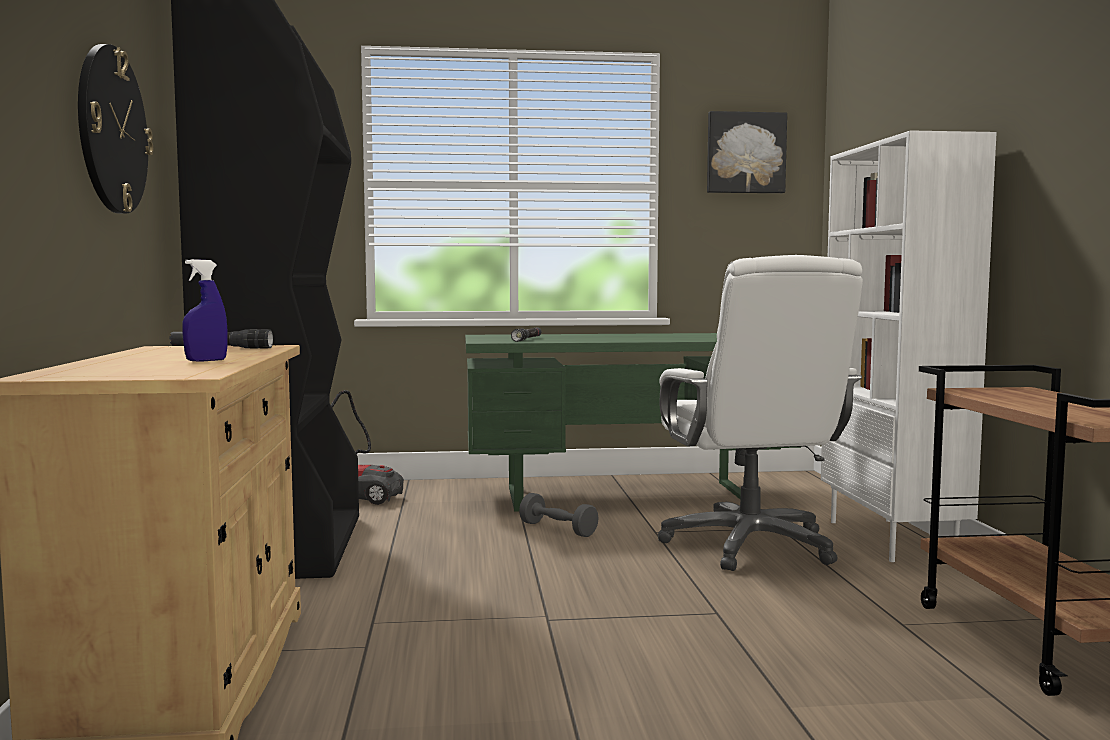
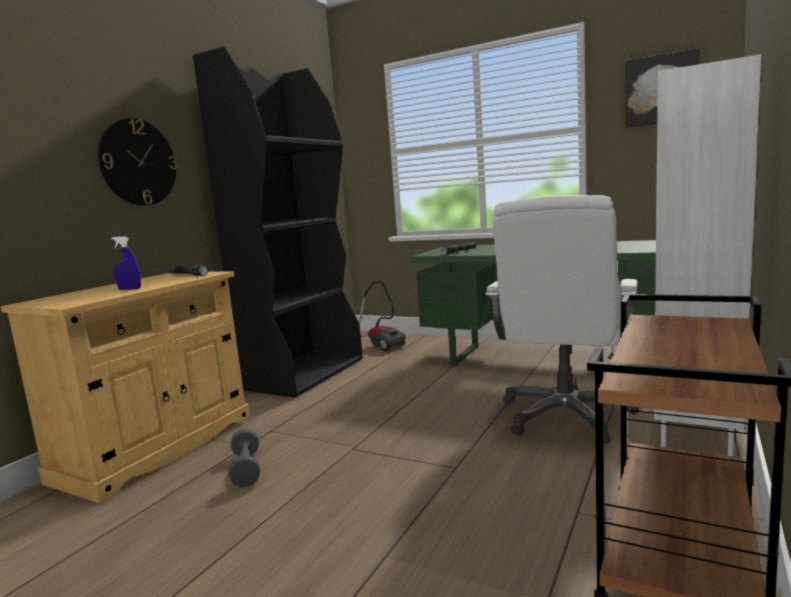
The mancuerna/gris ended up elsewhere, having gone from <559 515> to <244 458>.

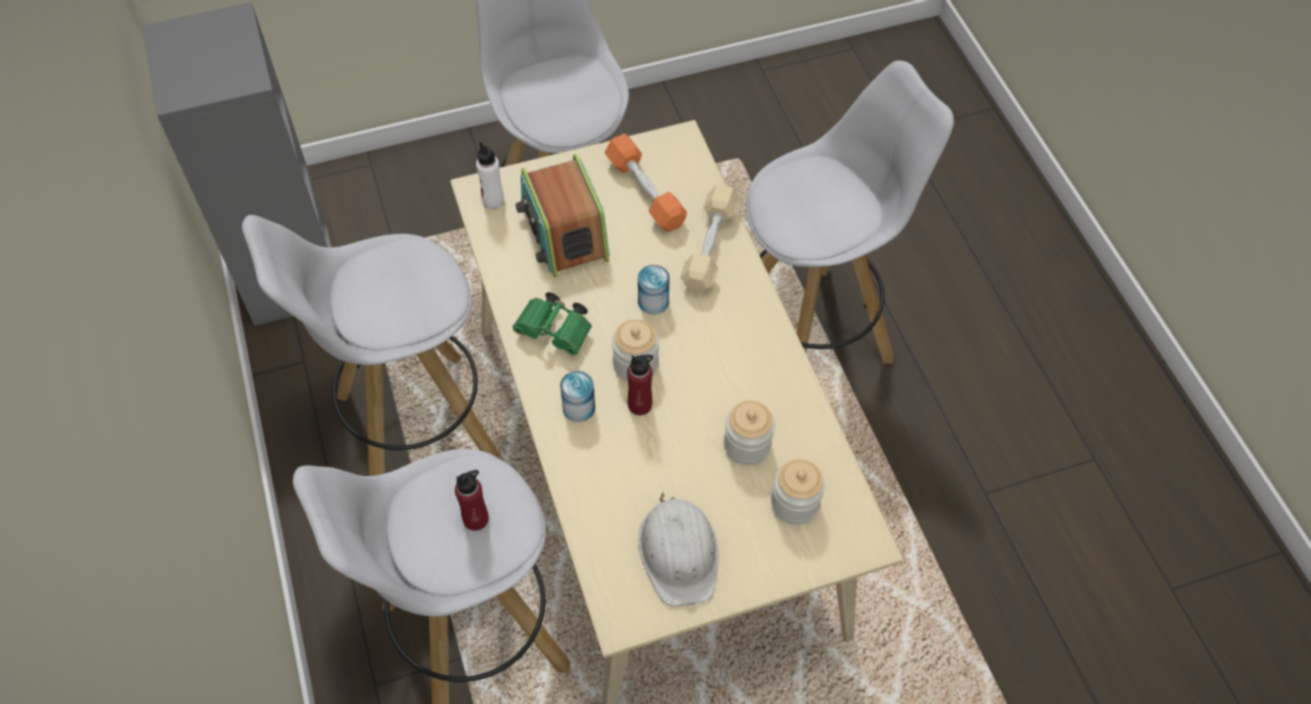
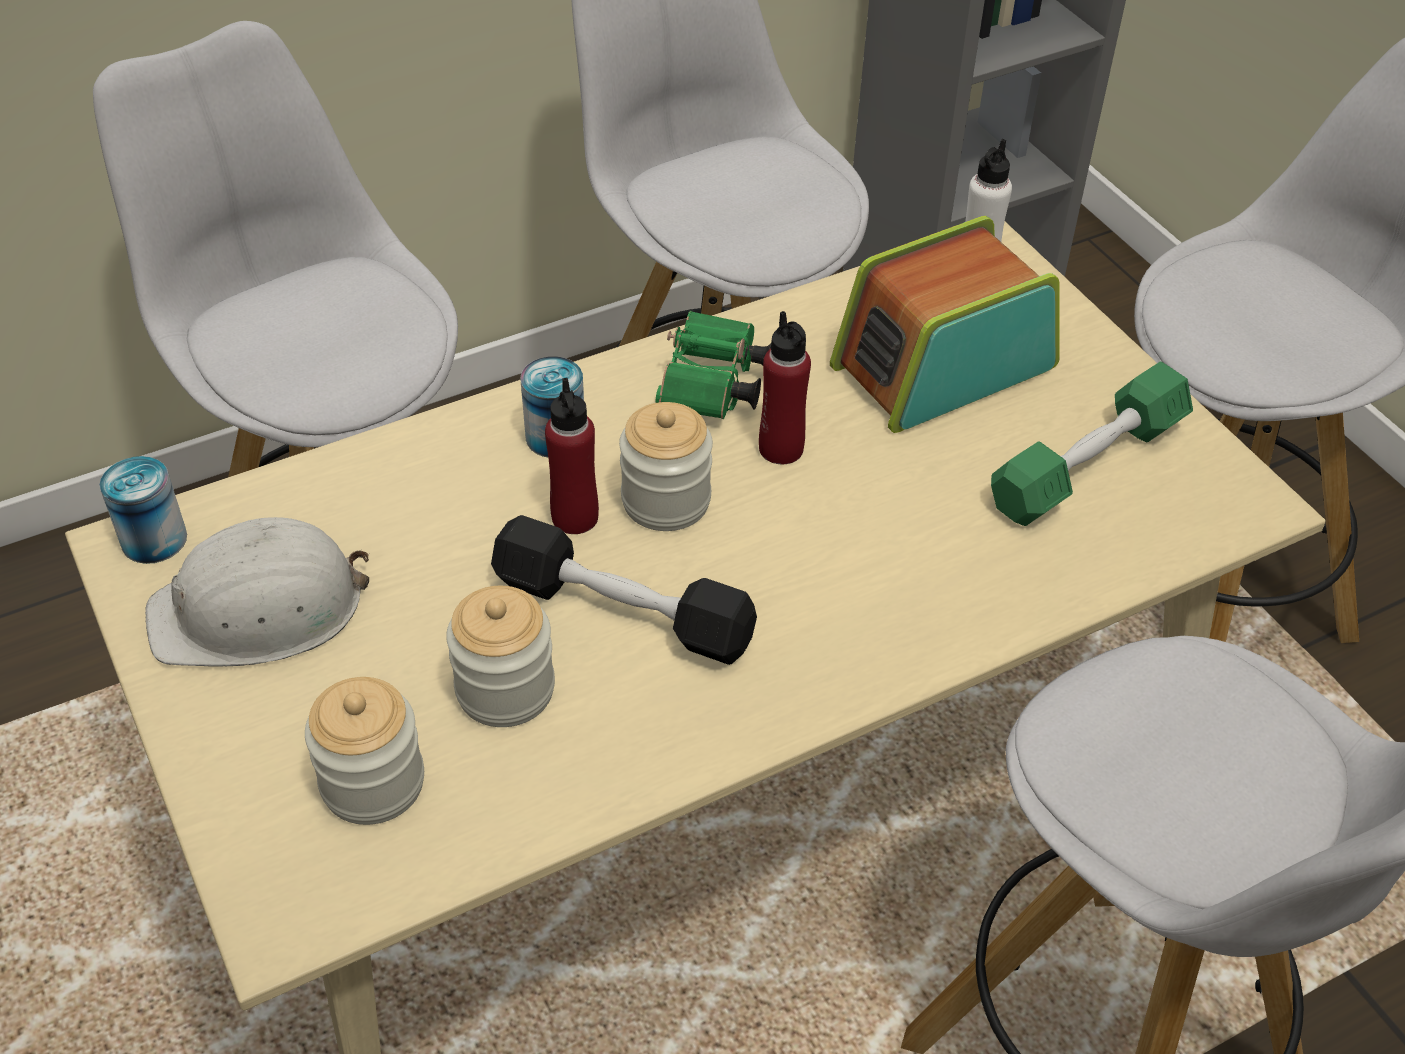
The botella/rojo ended up elsewhere, having gone from <472 500> to <785 387>. What was the mancuerna/naranja at <646 182> turned into the mancuerna/verde at <1092 443>. The lata ended up elsewhere, having gone from <654 290> to <143 510>. The second view lost the mancuerna/beis at <710 239>. The second view gained the mancuerna/negro at <624 590>.

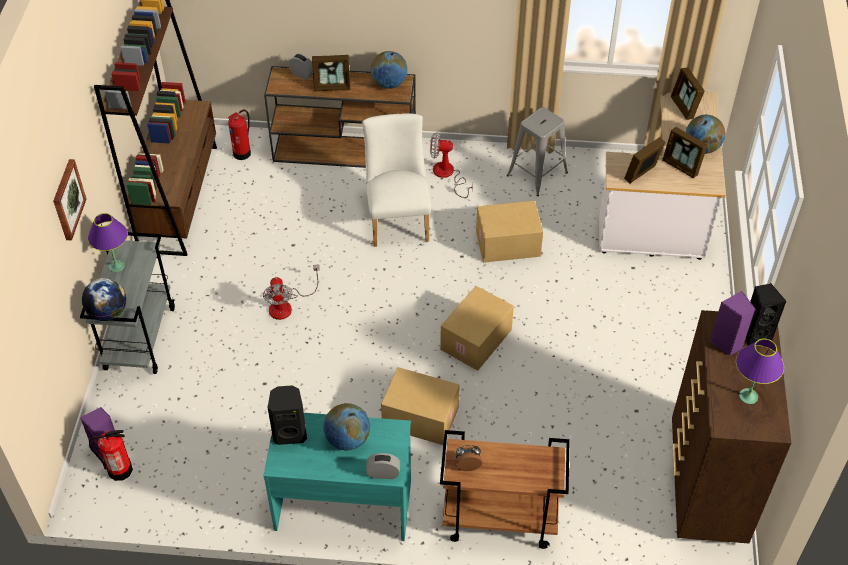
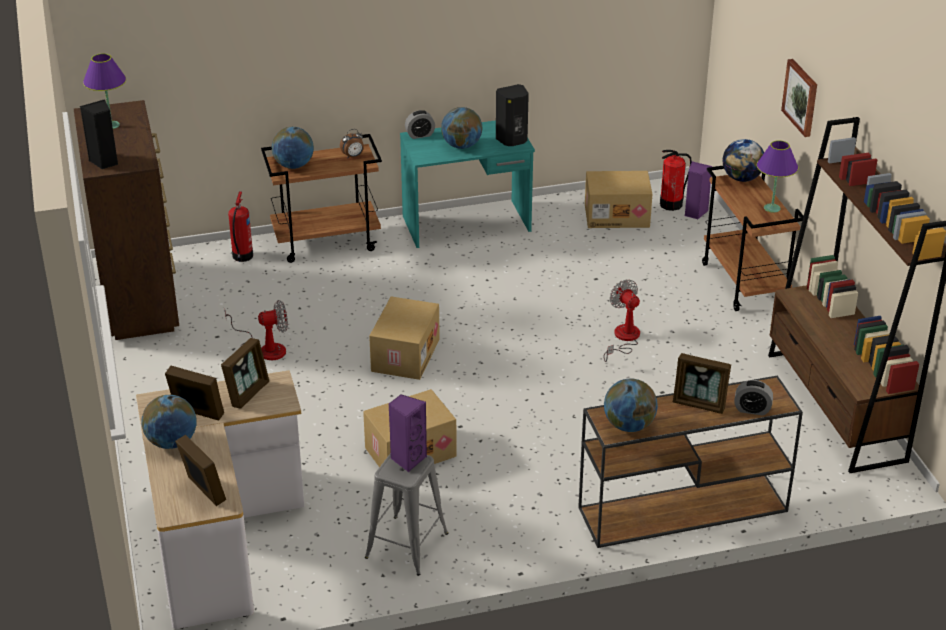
What was the carrito/gris at <127 303> turned into the carrito/marrón at <752 238>. The extintor ended up elsewhere, having gone from <239 134> to <240 226>. The portarretratos at <331 73> ended up facing another way, 135 degrees counterclockwise from before. The second view lost the silla/blanco at <396 180>. The caja de cartón ended up elsewhere, having gone from <420 406> to <618 199>. The ventilador ended up elsewhere, having gone from <451 165> to <256 330>. The altavoz/morado ended up elsewhere, having gone from <733 323> to <408 433>. The second view gained the globo terráqueo at <293 148>.

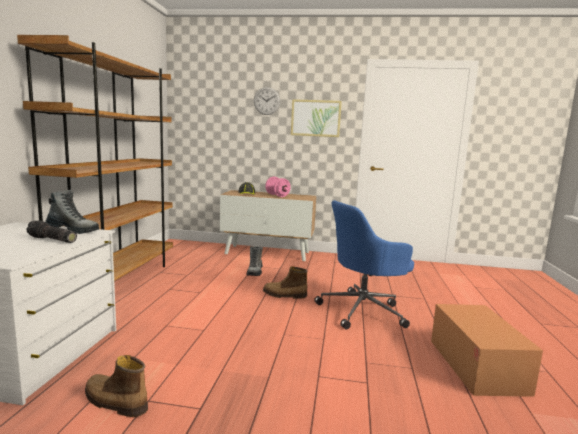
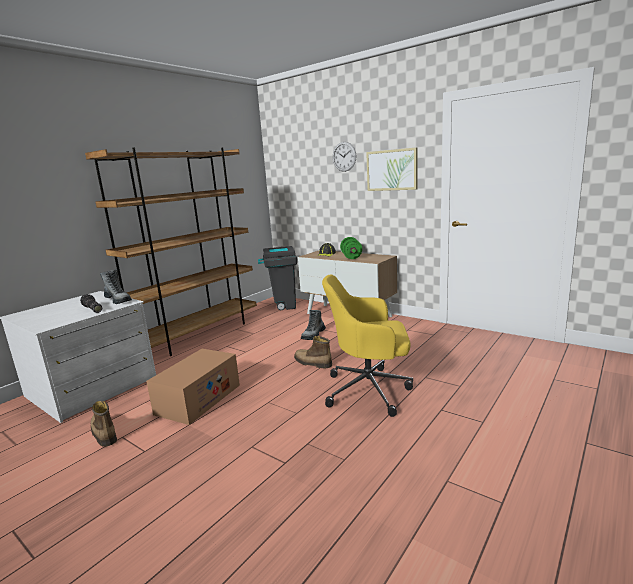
What was the mancuerna/rosa at <278 187> turned into the mancuerna/verde at <351 248>. What was the silla de oficina/azul at <364 265> turned into the silla de oficina/amarillo at <367 345>. The caja de cartón ended up elsewhere, having gone from <487 350> to <193 387>. The second view gained the papelera/gris at <277 278>.

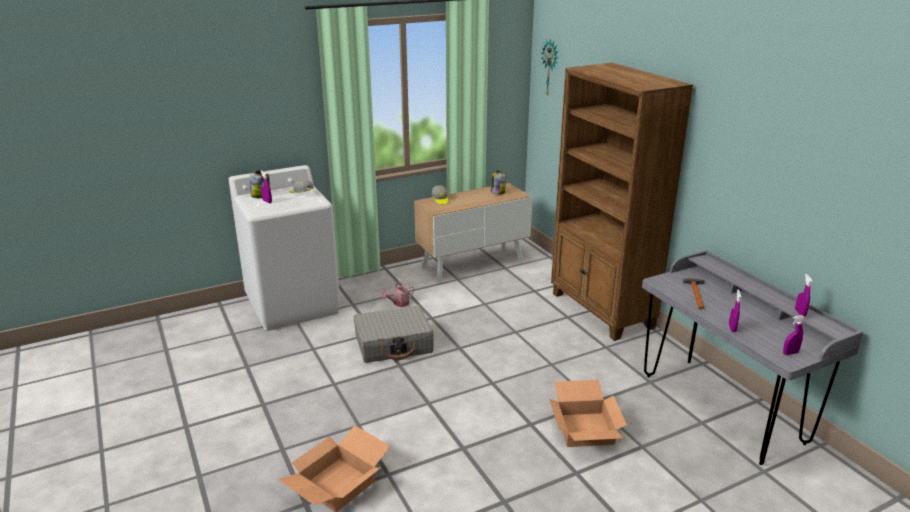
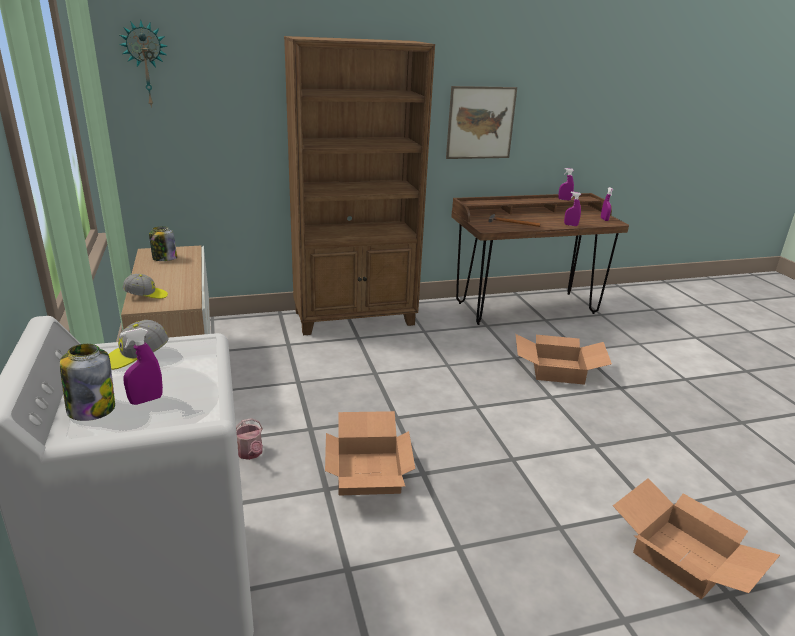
Where the maleta/gris stood at <394 334>, the caja de cartón came to stand at <370 453>. What was the escritorio/gris at <752 357> turned into the escritorio/marrón at <540 259>. The second view gained the cuadro at <481 122>.

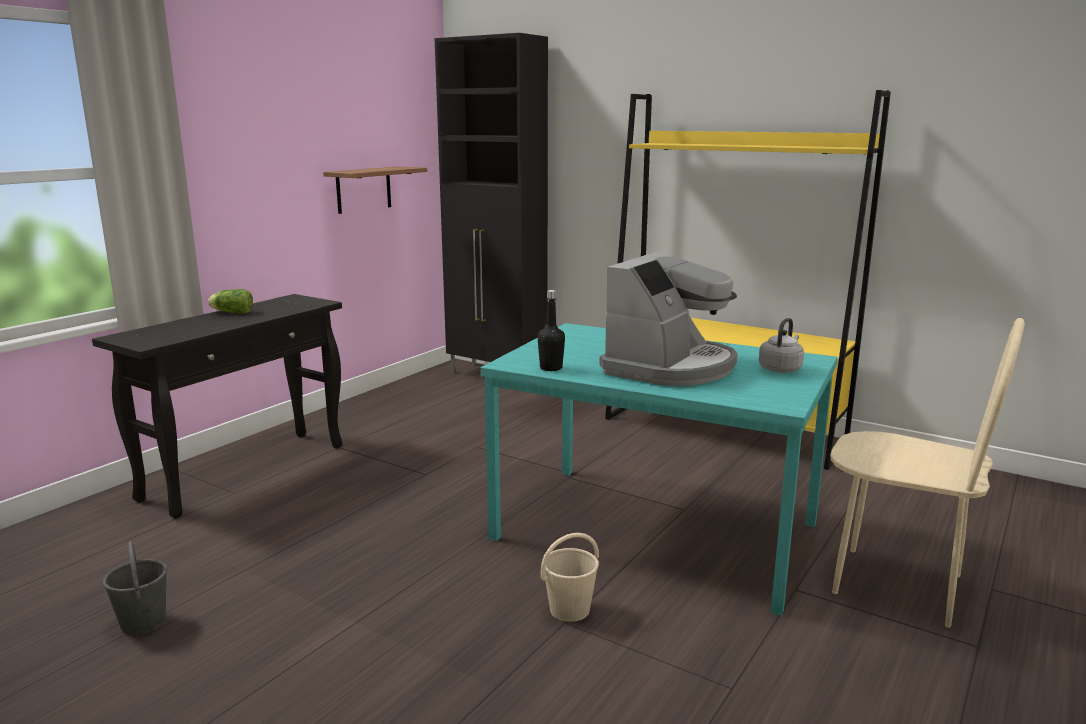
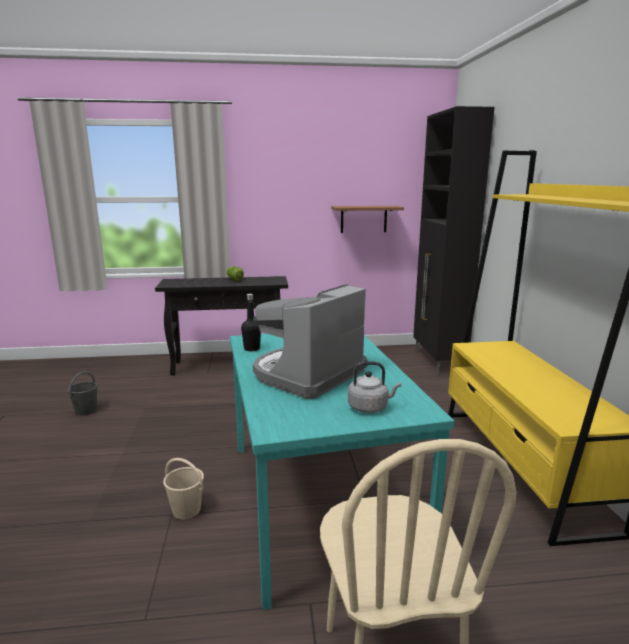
The cafetera at <668 319> ended up facing another way, 135 degrees clockwise from before.

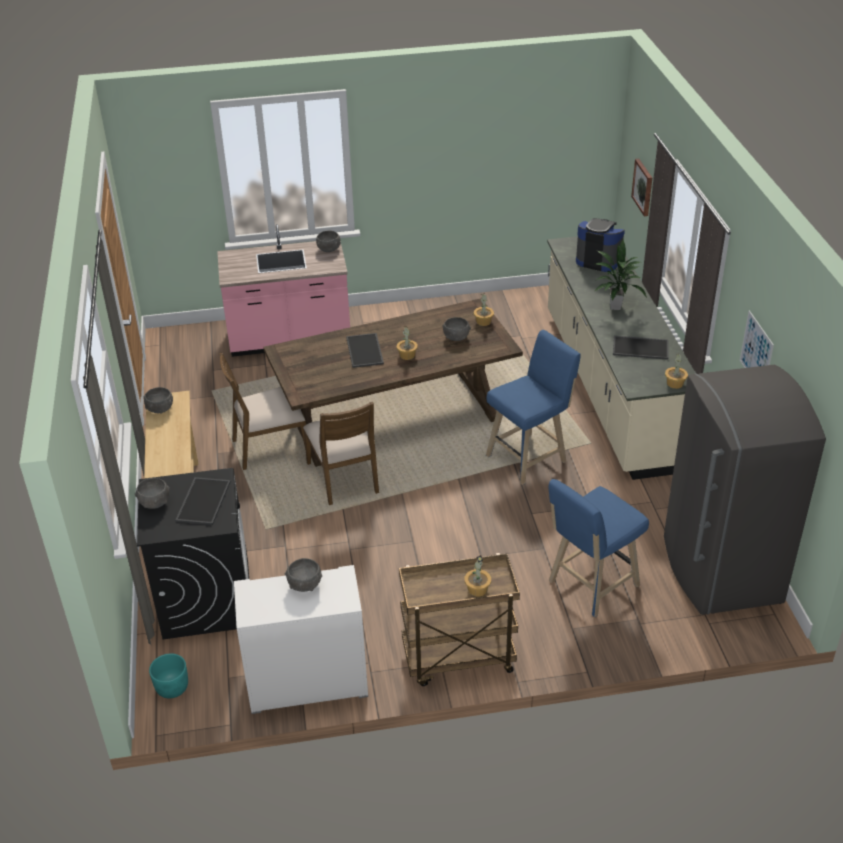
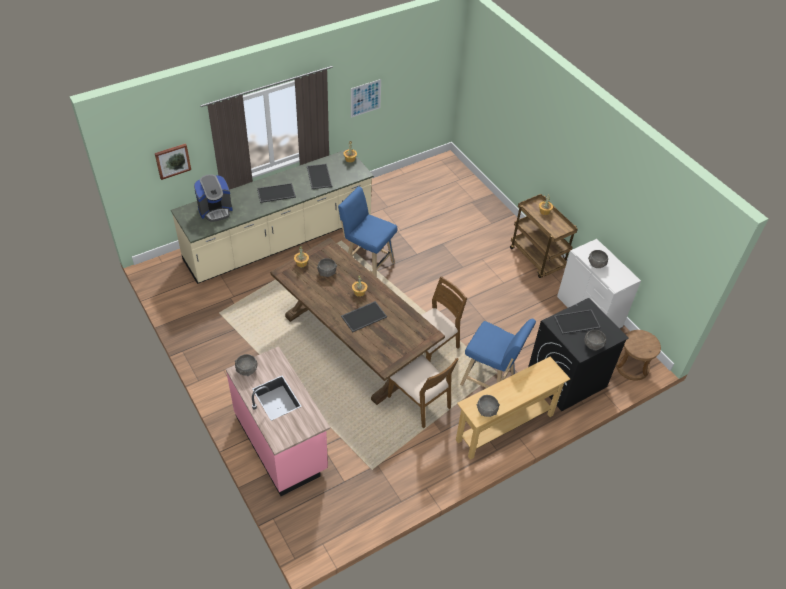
Where the maceta/turquesa stood at <168 676>, the taburete/marrón came to stand at <638 355>. The taburete/azul ended up elsewhere, having gone from <599 548> to <498 353>. The cafetera at <600 245> ended up facing another way, 120 degrees counterclockwise from before. Where the planta en maceta stood at <621 274>, the bandeja came to stand at <276 193>. The second view lost the nevera/gris at <745 490>.

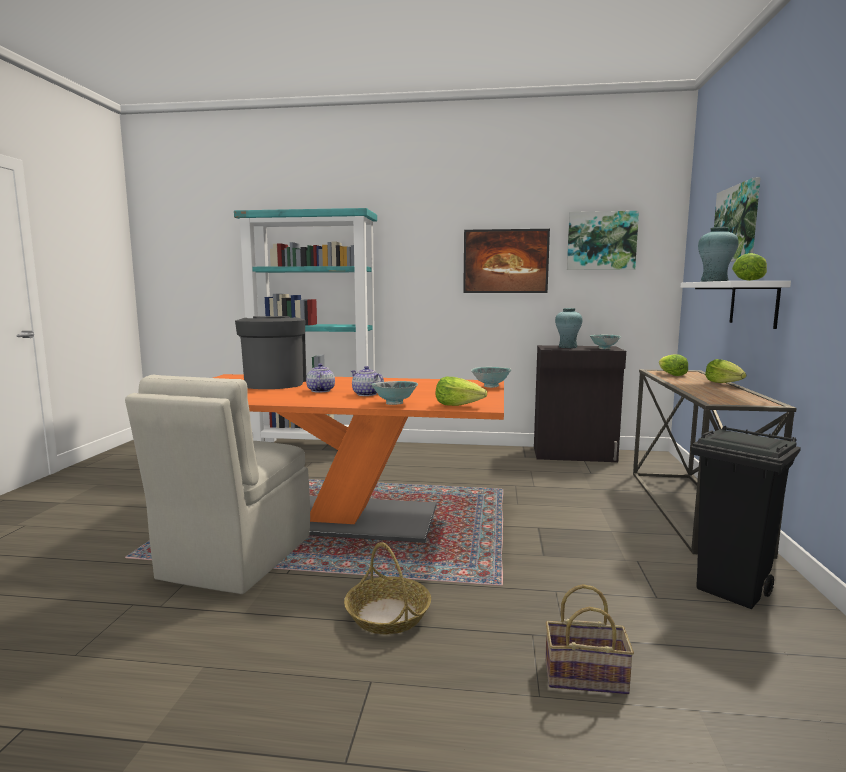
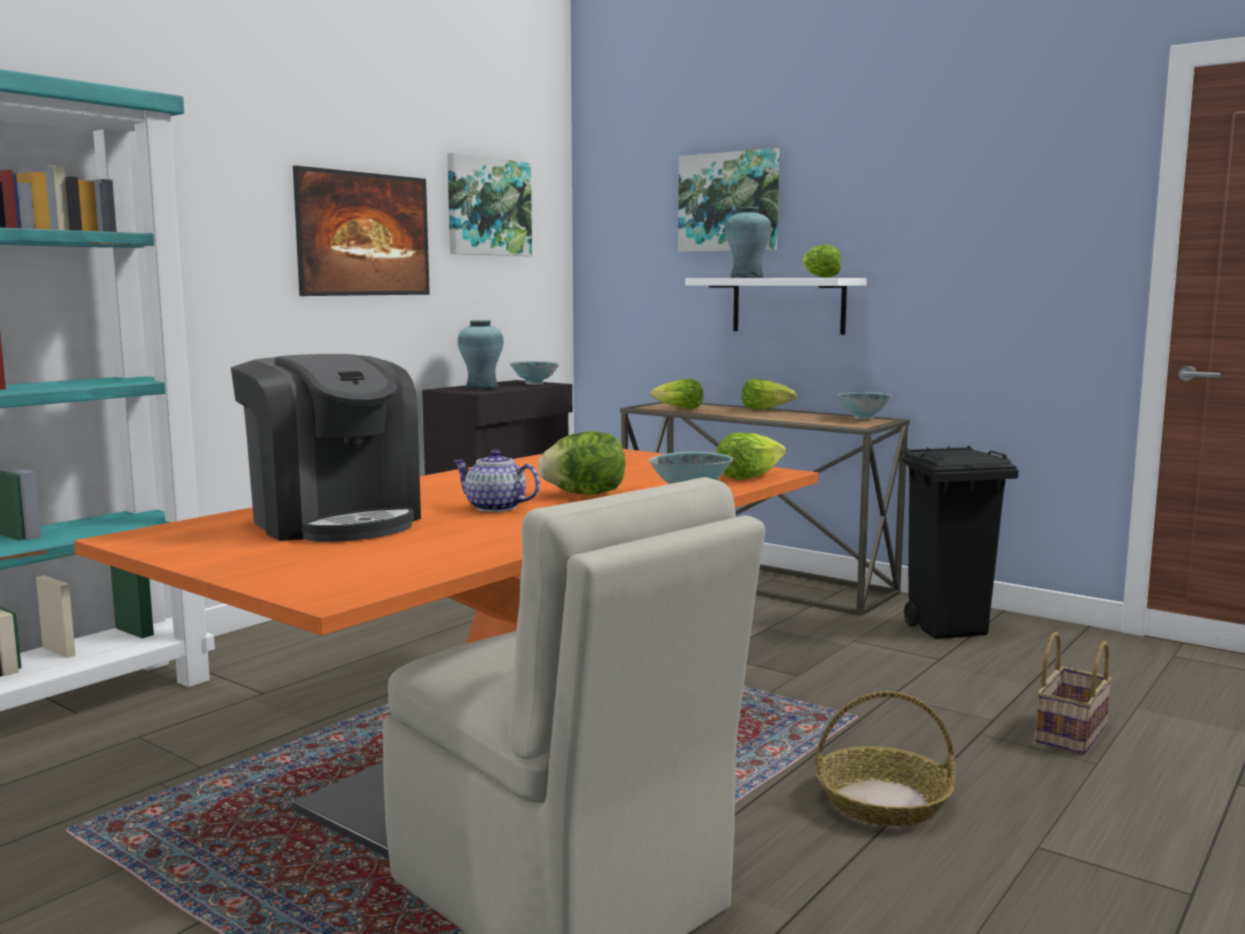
The cafetera at <270 352> ended up facing another way, 150 degrees counterclockwise from before. Where the tetera stood at <367 381>, the lechuga came to stand at <581 463>. The cuenco ended up elsewhere, having gone from <491 377> to <864 406>.

